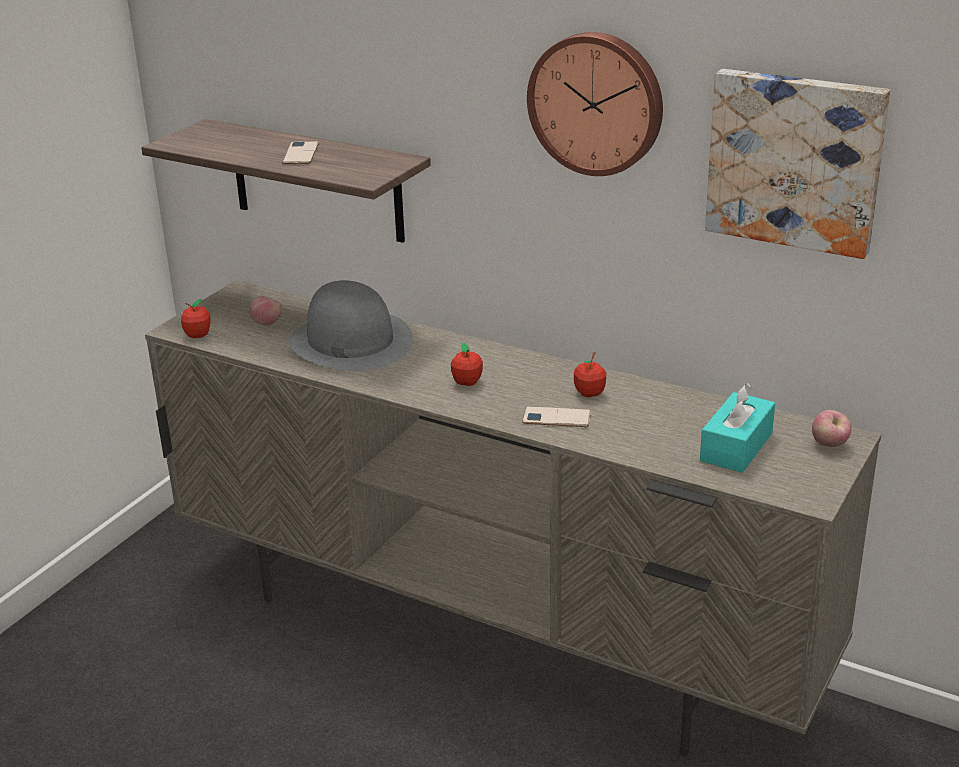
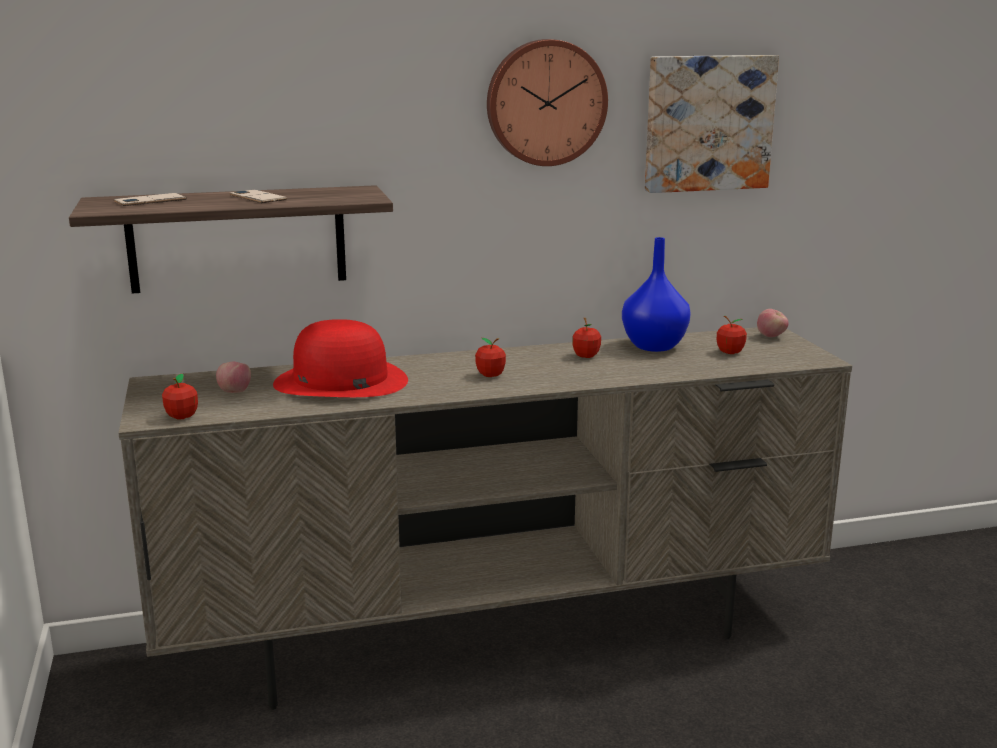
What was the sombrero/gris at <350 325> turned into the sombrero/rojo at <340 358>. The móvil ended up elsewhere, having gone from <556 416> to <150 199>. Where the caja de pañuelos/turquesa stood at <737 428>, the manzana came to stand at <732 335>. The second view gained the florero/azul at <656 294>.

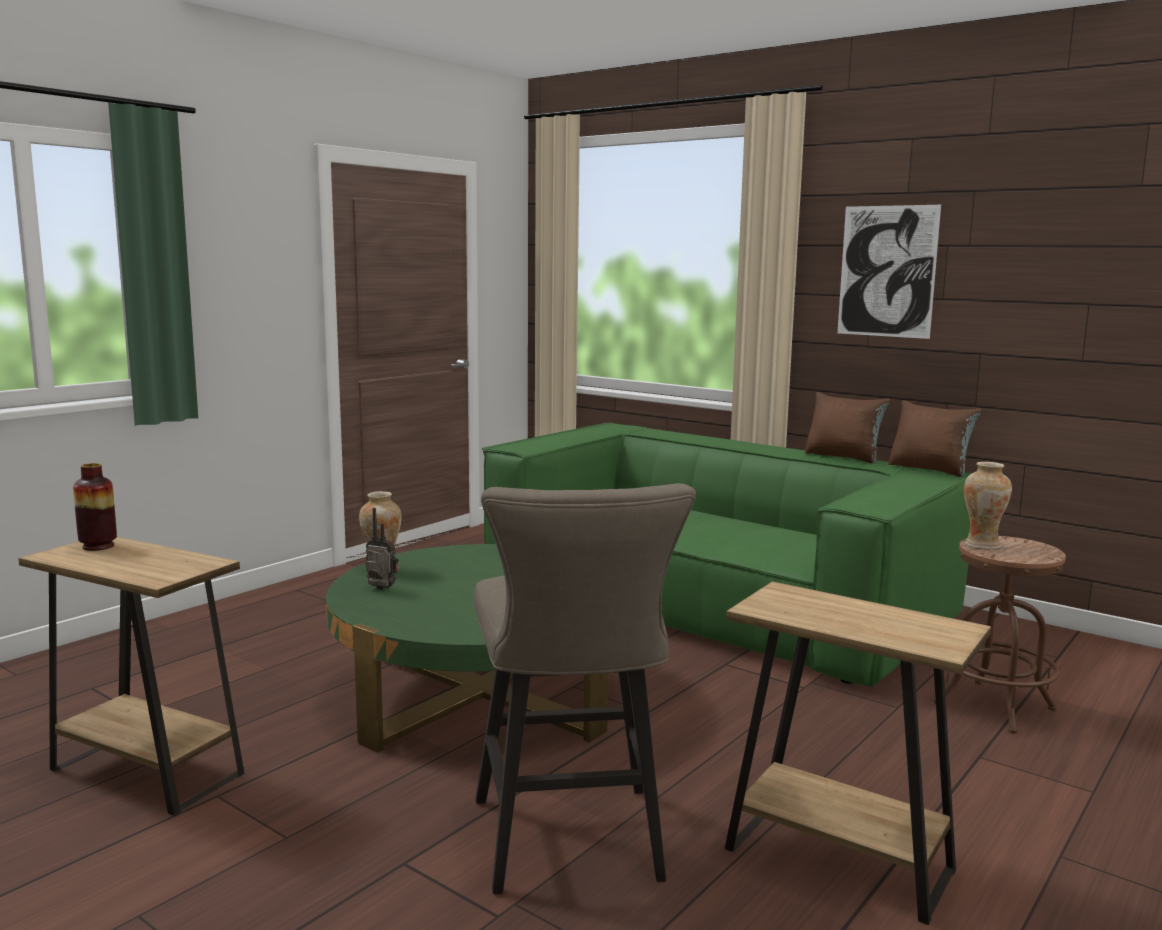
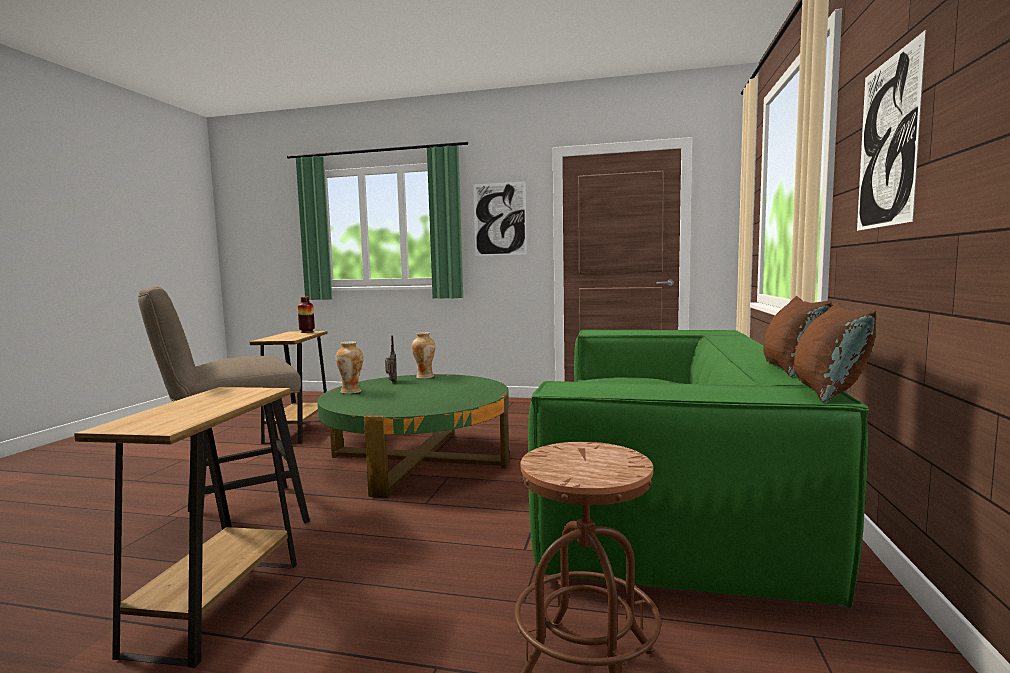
The florero ended up elsewhere, having gone from <988 505> to <349 368>. The second view gained the cuadro at <500 218>.

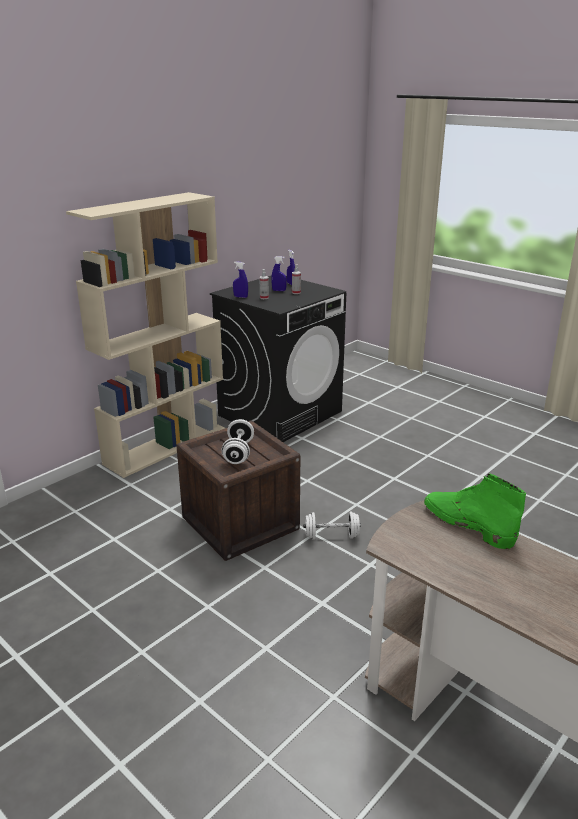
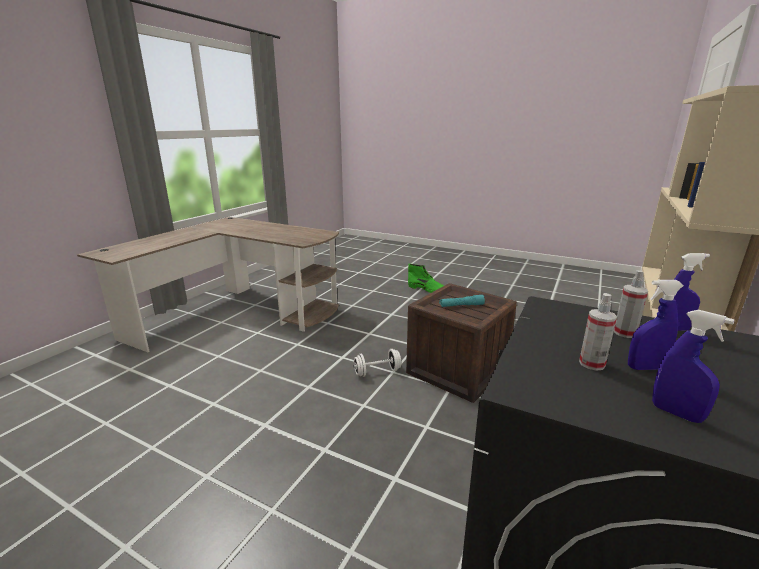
Where the mancuerna/blanco stood at <237 441>, the linterna/turquesa came to stand at <462 301>. The bota/verde ended up elsewhere, having gone from <475 512> to <426 278>.

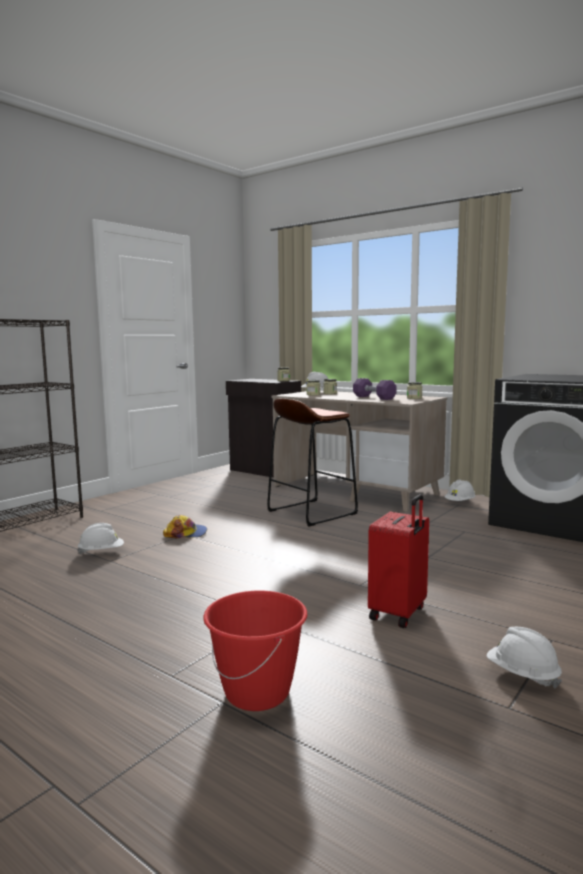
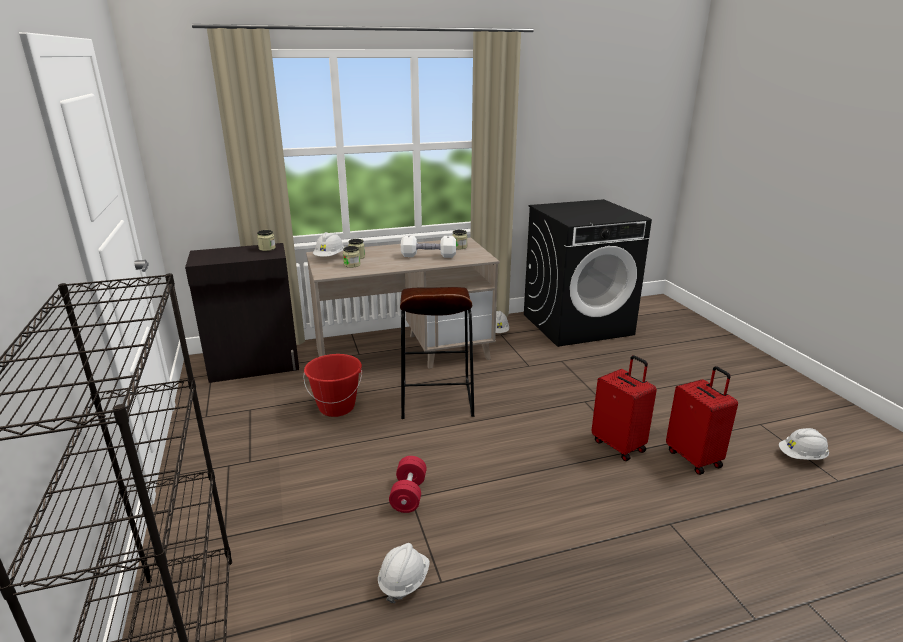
Where the gorra stood at <185 527>, the mancuerna/rojo came to stand at <408 484>. The cubo/rojo ended up elsewhere, having gone from <255 651> to <332 385>. What was the mancuerna/morado at <375 389> turned into the mancuerna/blanco at <428 246>. The second view gained the maleta/rojo at <624 408>.

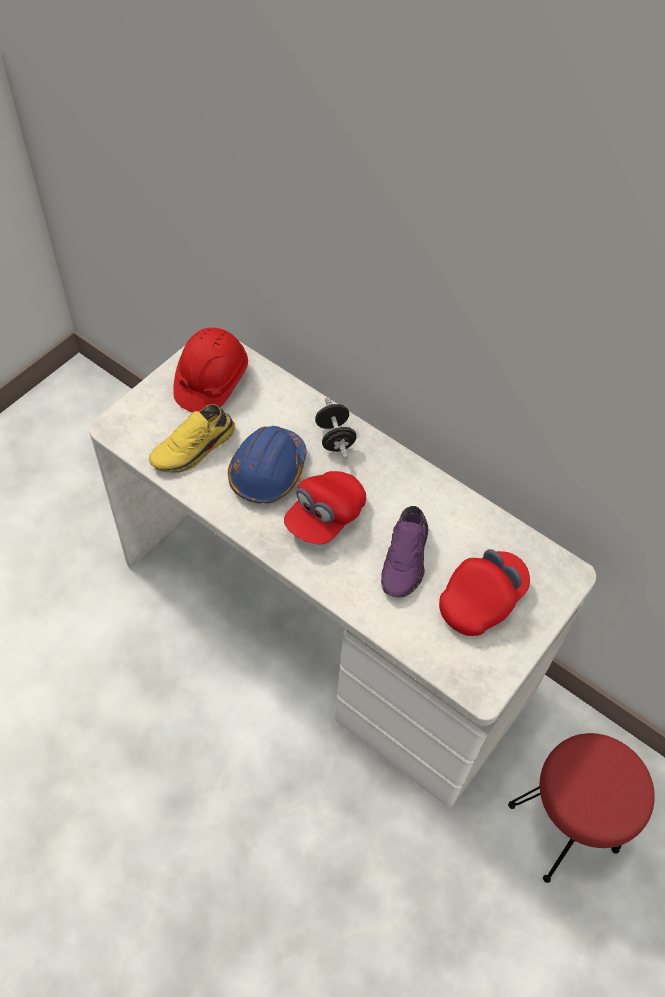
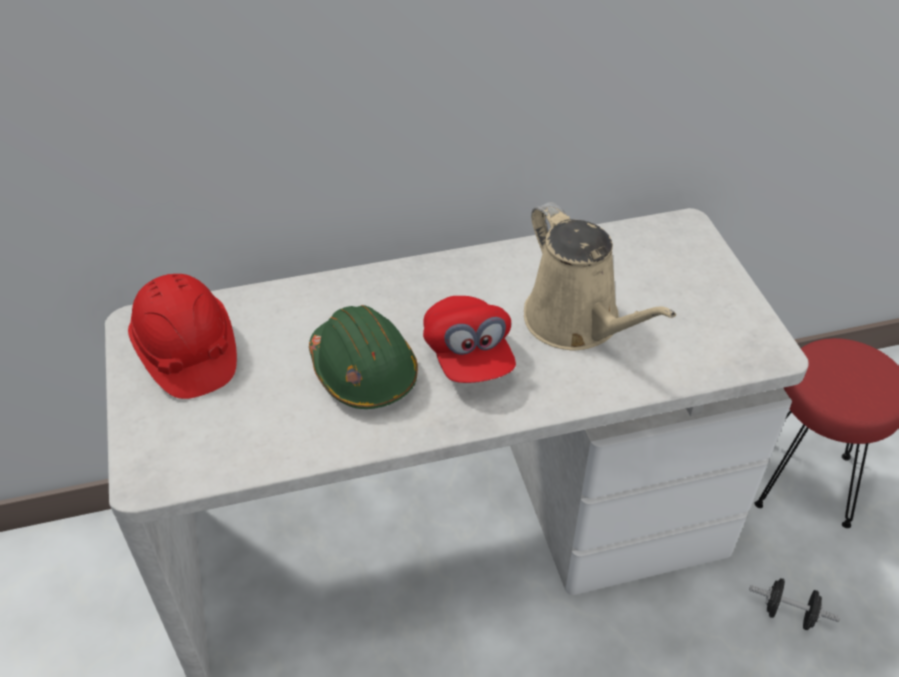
The second view lost the zapato/amarillo at <192 438>. What was the casco/azul at <267 465> turned into the casco/verde at <363 357>. The mancuerna/negro ended up elsewhere, having gone from <335 428> to <794 604>. Where the zapato/morado stood at <404 552>, the regadera/beis came to stand at <600 276>. The second view lost the gorra/rojo at <484 592>.

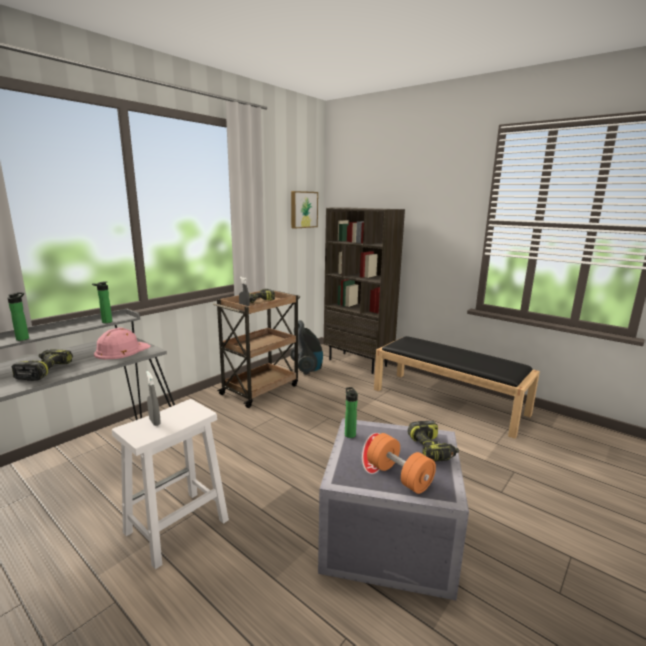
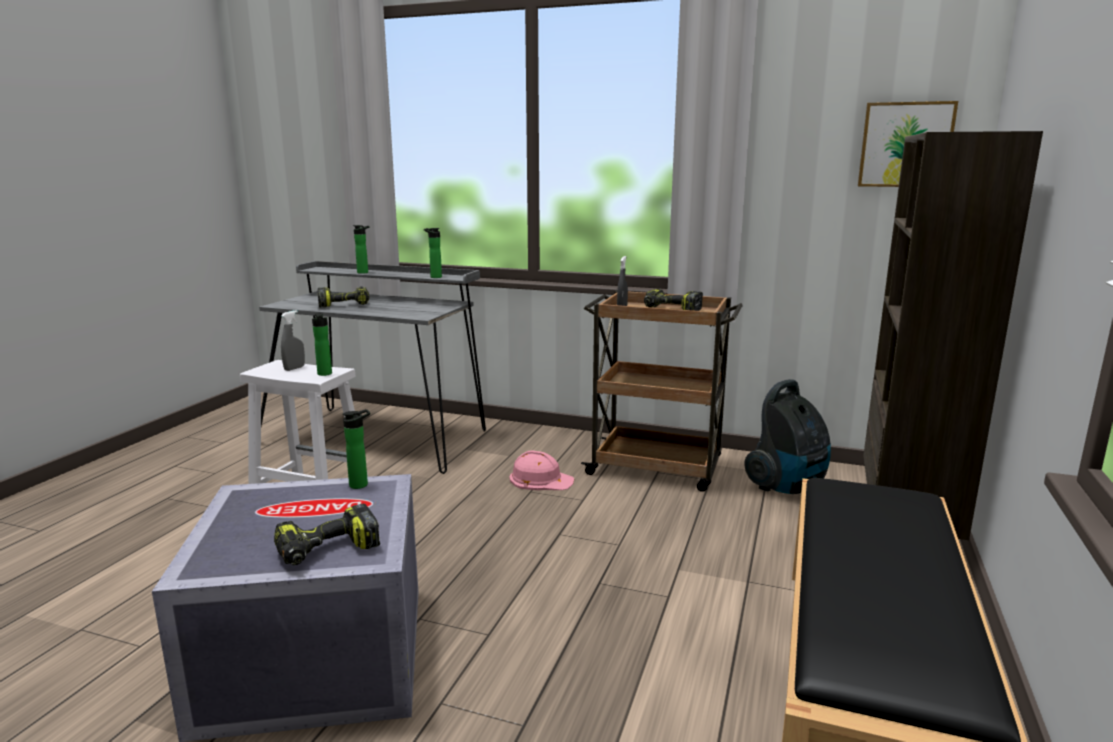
The casco/rosa ended up elsewhere, having gone from <122 343> to <542 470>. The second view lost the mancuerna/naranja at <401 463>. The second view gained the botella at <322 344>.

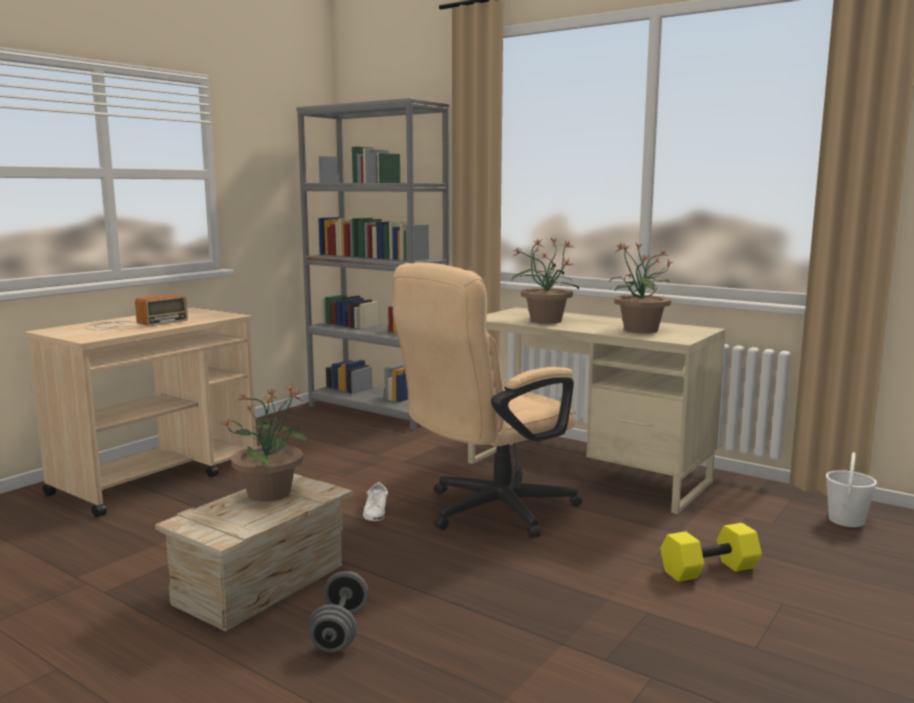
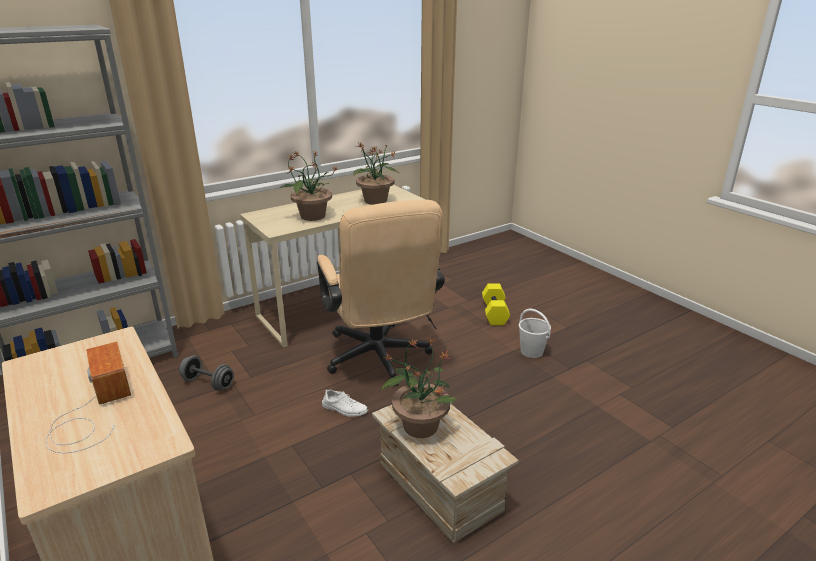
The mancuerna/gris ended up elsewhere, having gone from <338 611> to <206 373>. The cubo/blanco ended up elsewhere, having gone from <851 489> to <535 333>.

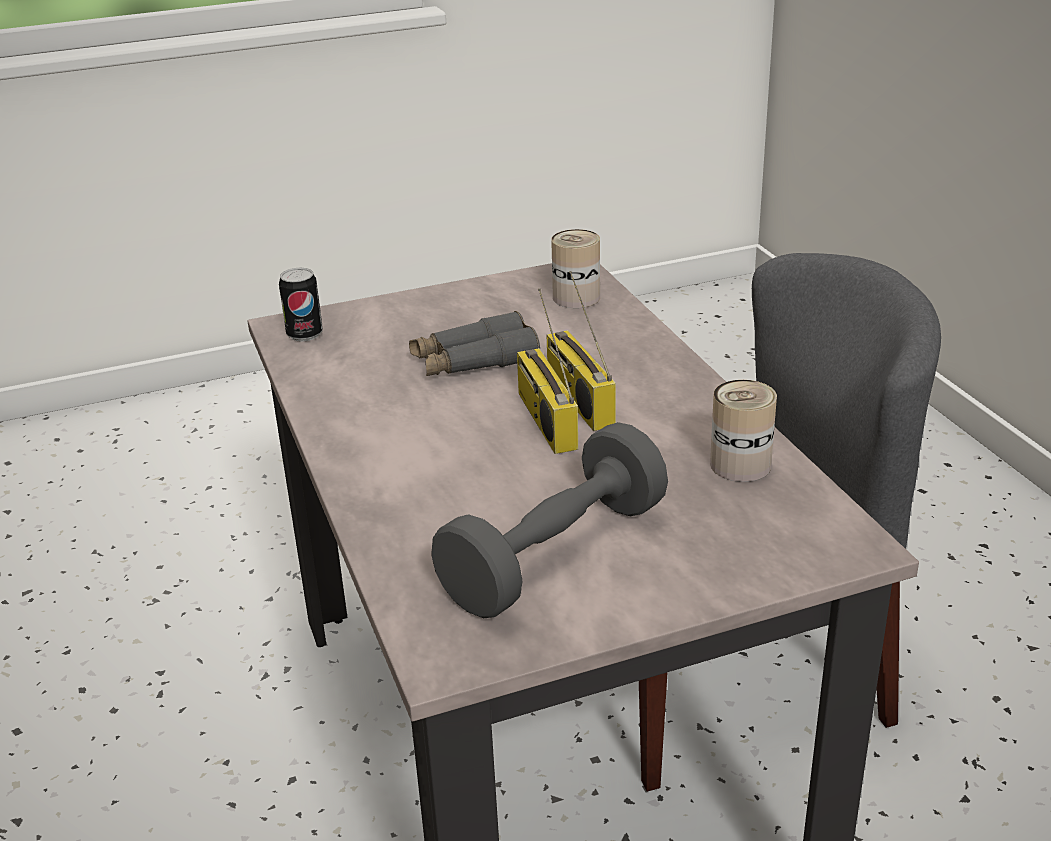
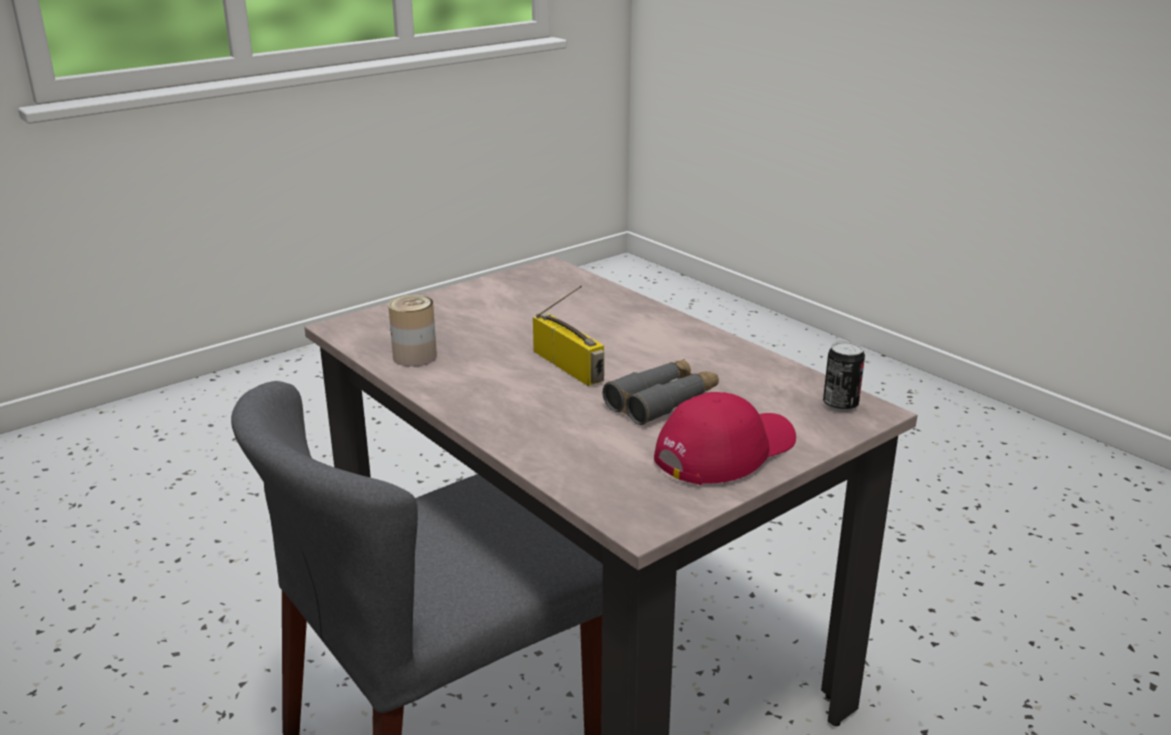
The second view lost the mancuerna/gris at <549 520>. The second view lost the radio at <581 351>. The second view lost the lata at <575 268>. The second view gained the gorra/rojo at <725 438>.

